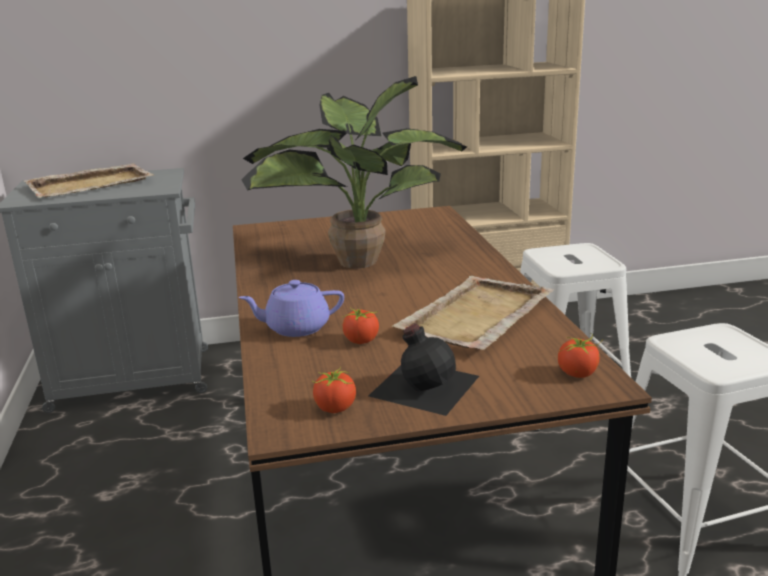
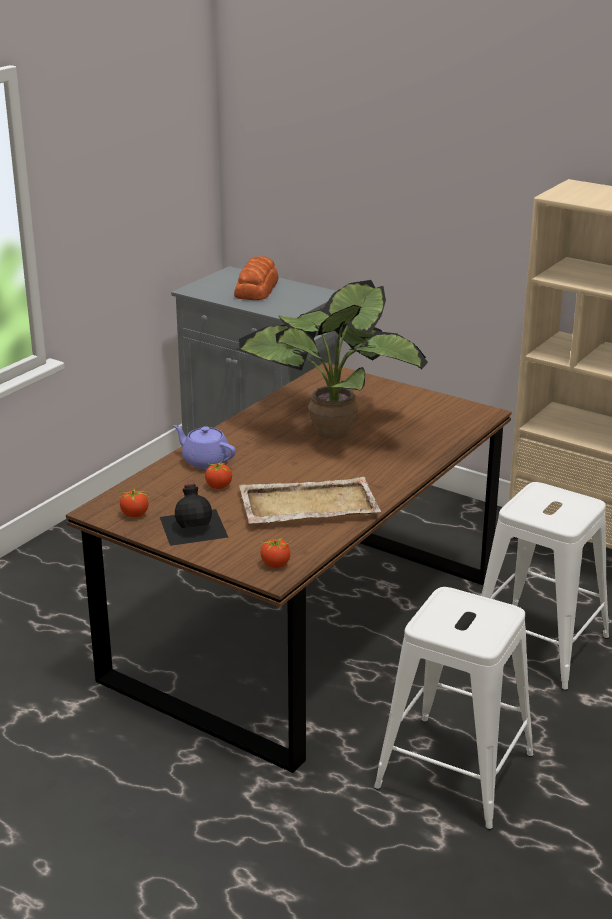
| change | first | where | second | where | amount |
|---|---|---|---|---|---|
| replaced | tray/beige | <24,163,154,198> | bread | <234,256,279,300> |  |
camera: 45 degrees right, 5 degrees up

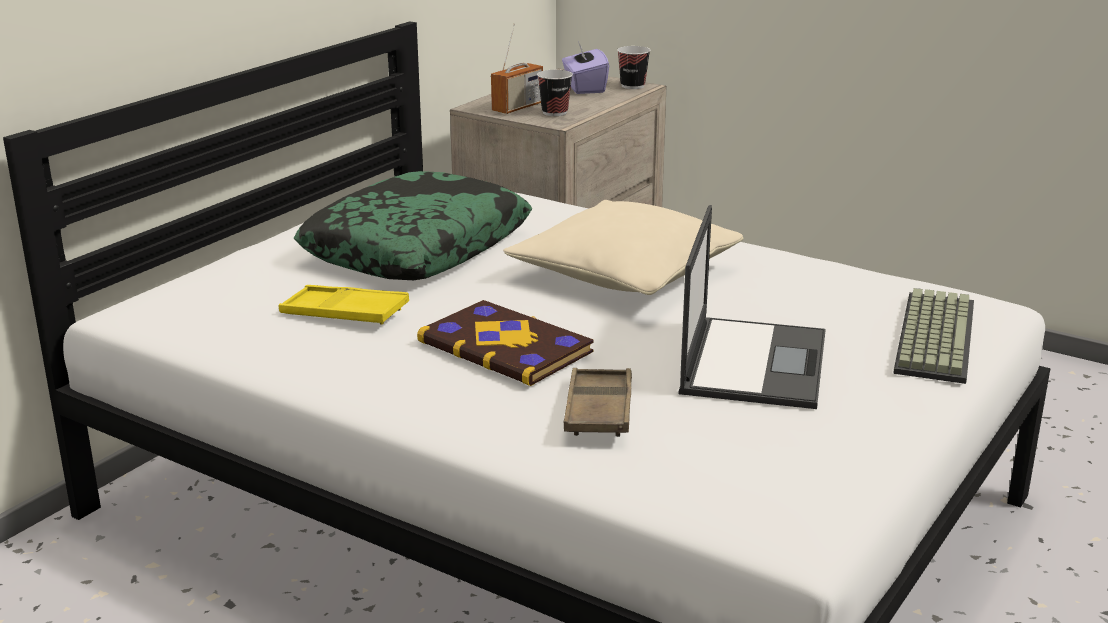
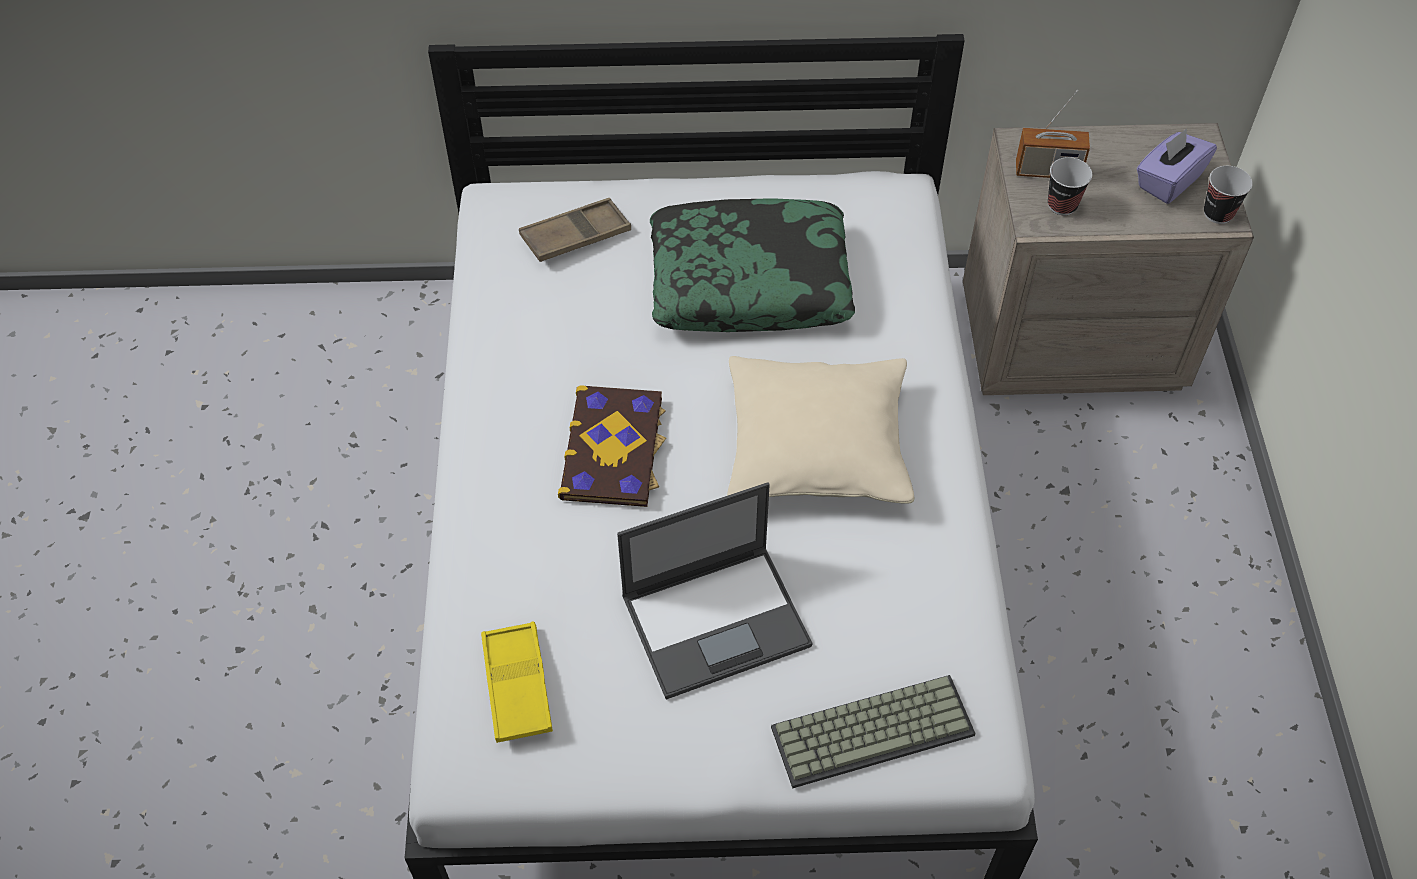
| change | first | where | second | where | amount |
|---|---|---|---|---|---|
| moved | tray/yellow | <279,285,409,324> |  | <481,622,553,743> |  |
| moved | tray/brown | <563,368,632,437> |  | <519,198,631,262> |  |
camera: 55 degrees right, 30 degrees up

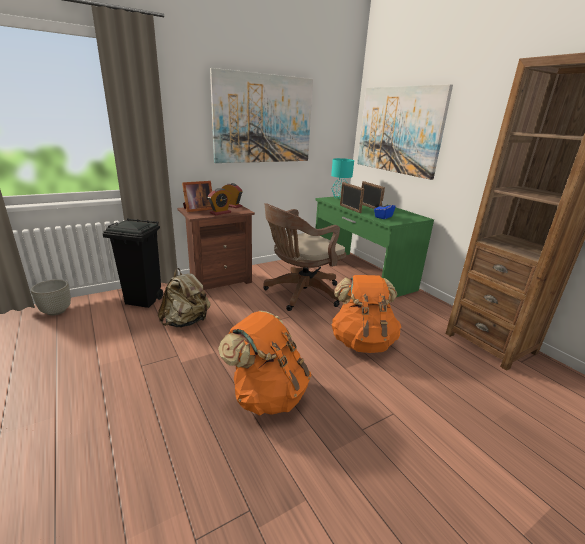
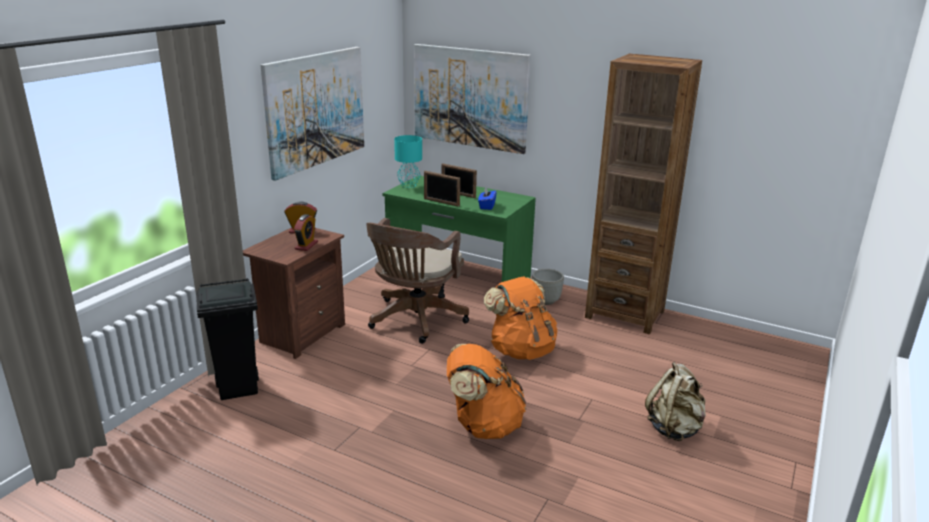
| change | first | where | second | where | amount |
|---|---|---|---|---|---|
| moved | planter/grey | <31,279,71,316> |  | <532,269,564,305> |  |
| moved | backpack/beige | <158,268,210,327> |  | <645,362,706,441> |  |
| removed | picture frame | <182,181,212,212> |  |  |  |
camera: 30 degrees left, 0 degrees up

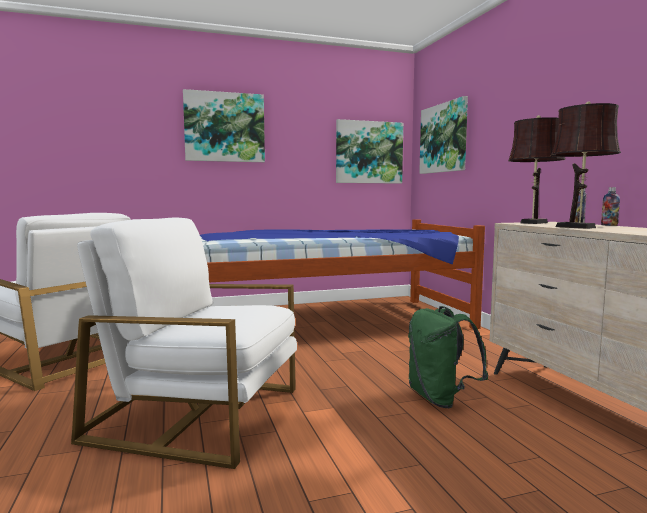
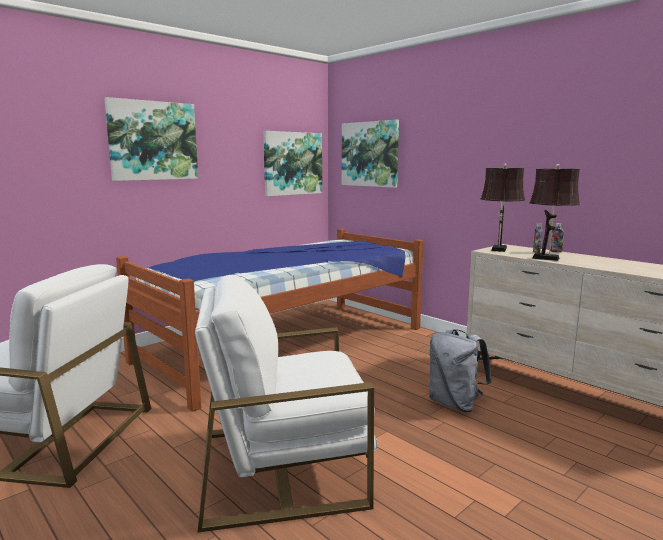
| change | first | where | second | where | amount |
|---|---|---|---|---|---|
| recoloured | backpack/green | <408,306,489,408> | backpack/grey | <429,330,492,412> |  |
camera: 25 degrees left, 5 degrees up

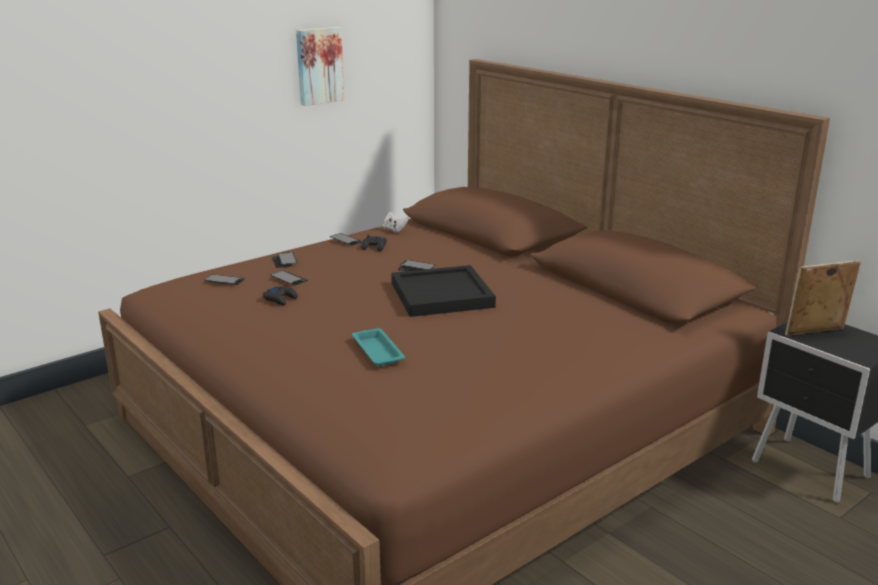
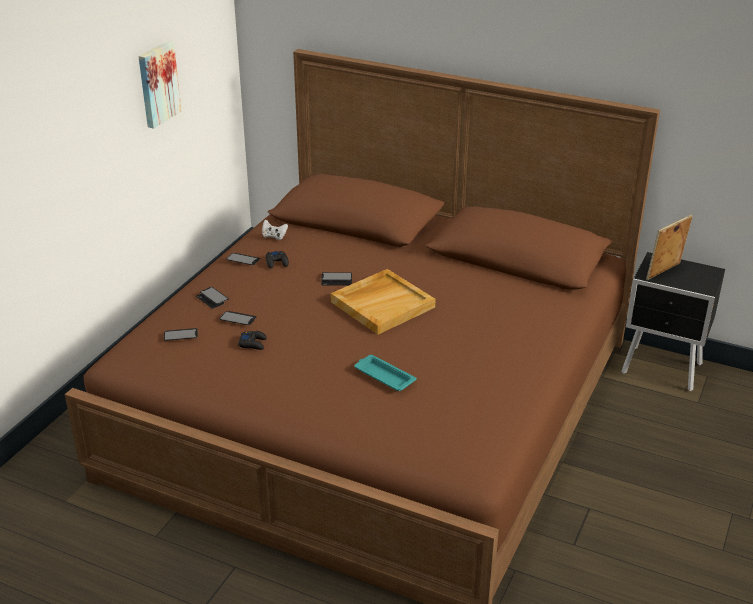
| change | first | where | second | where | amount |
|---|---|---|---|---|---|
| recoloured | tray/black | <391,265,496,317> | tray/beige | <331,269,436,335> |  |
camera: 25 degrees left, 10 degrees up

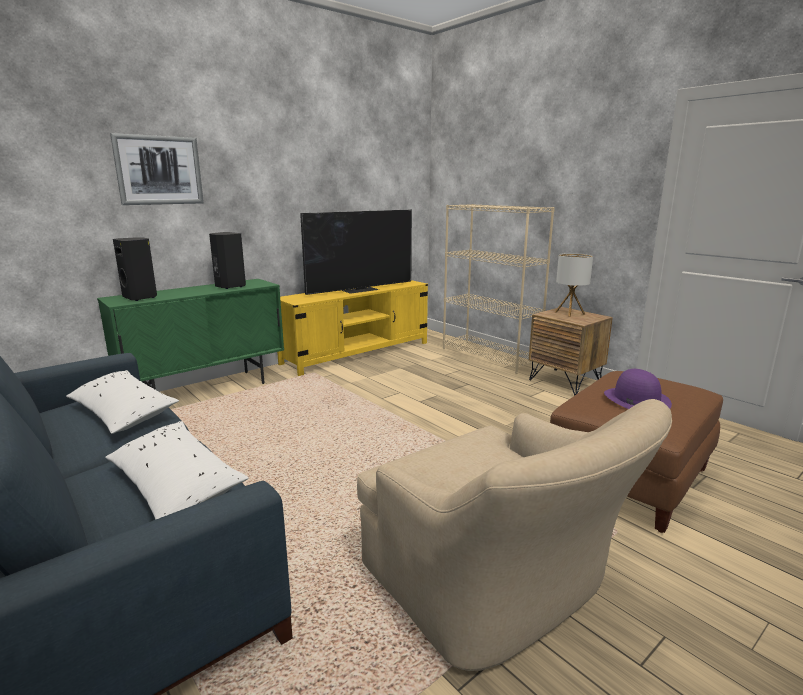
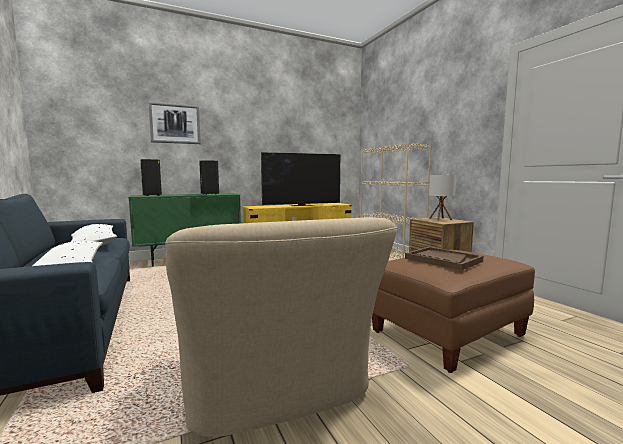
| change | first | where | second | where | amount |
|---|---|---|---|---|---|
| replaced | hat/purple | <604,369,672,409> | tray/brown | <405,247,483,270> |  |
camera: 15 degrees right, 10 degrees down

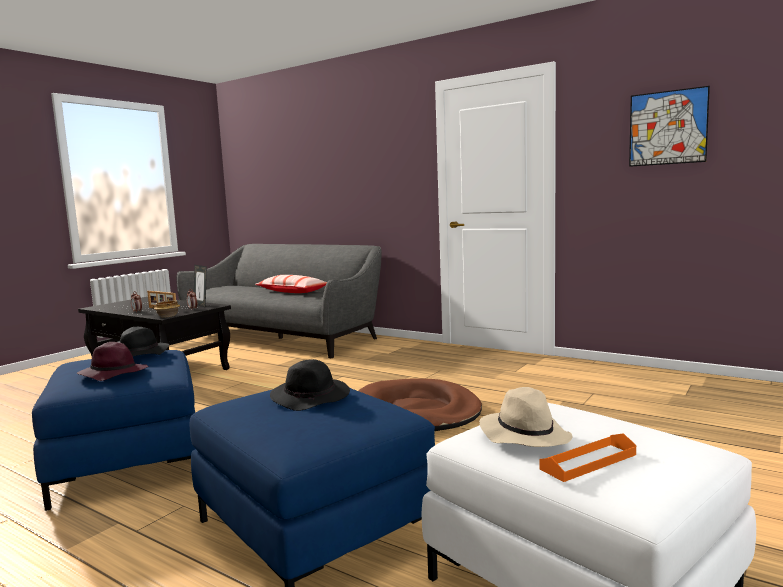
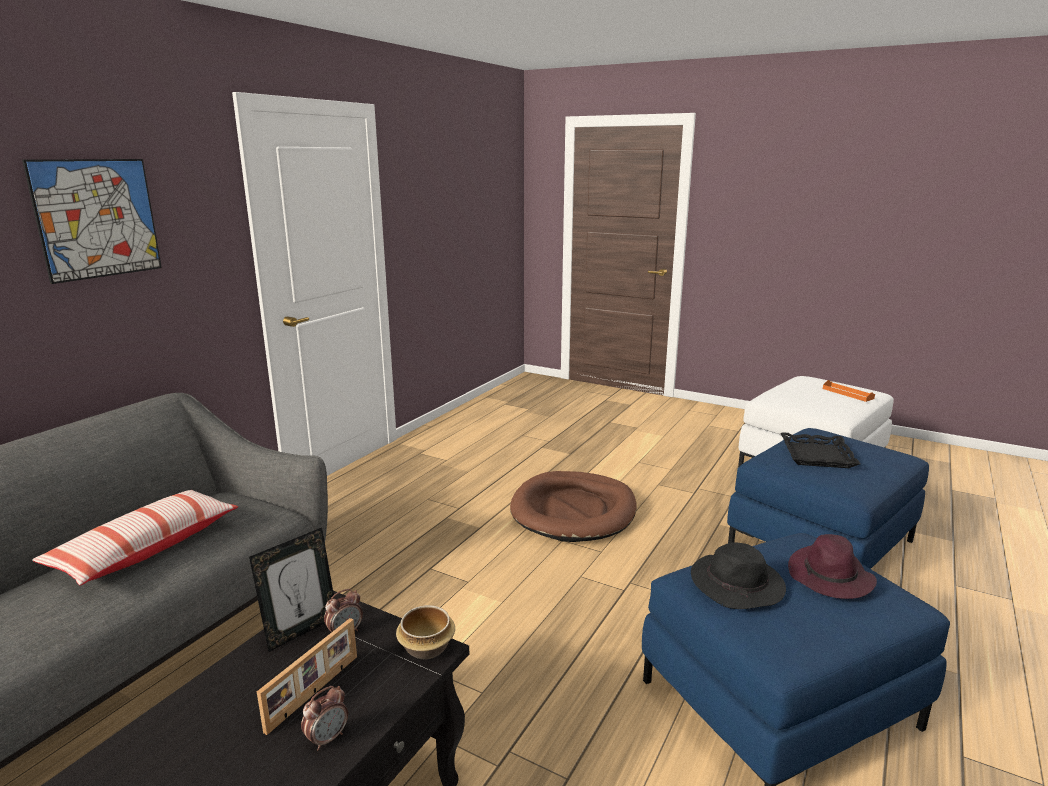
| change | first | where | second | where | amount |
|---|---|---|---|---|---|
| moved | picture | <629,86,710,167> |  | <22,159,162,284> |  |
| replaced | hat/black | <270,359,350,411> | tray/black | <781,432,861,468> |  |
| removed | hat/beige | <479,387,572,447> |  |  |  |
camera: 95 degrees left, 10 degrees up

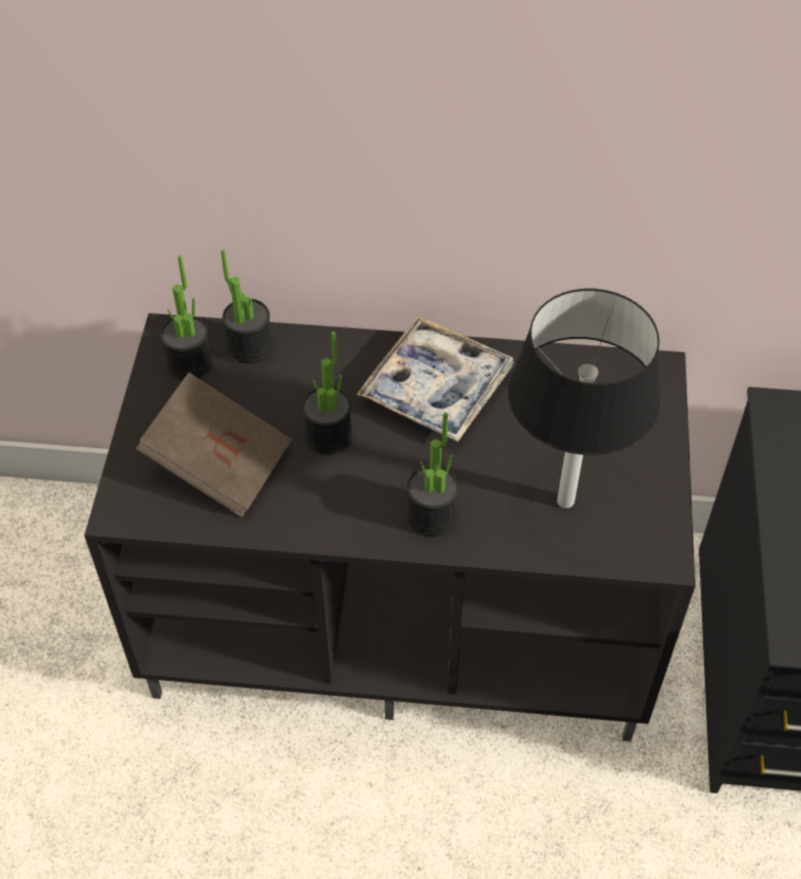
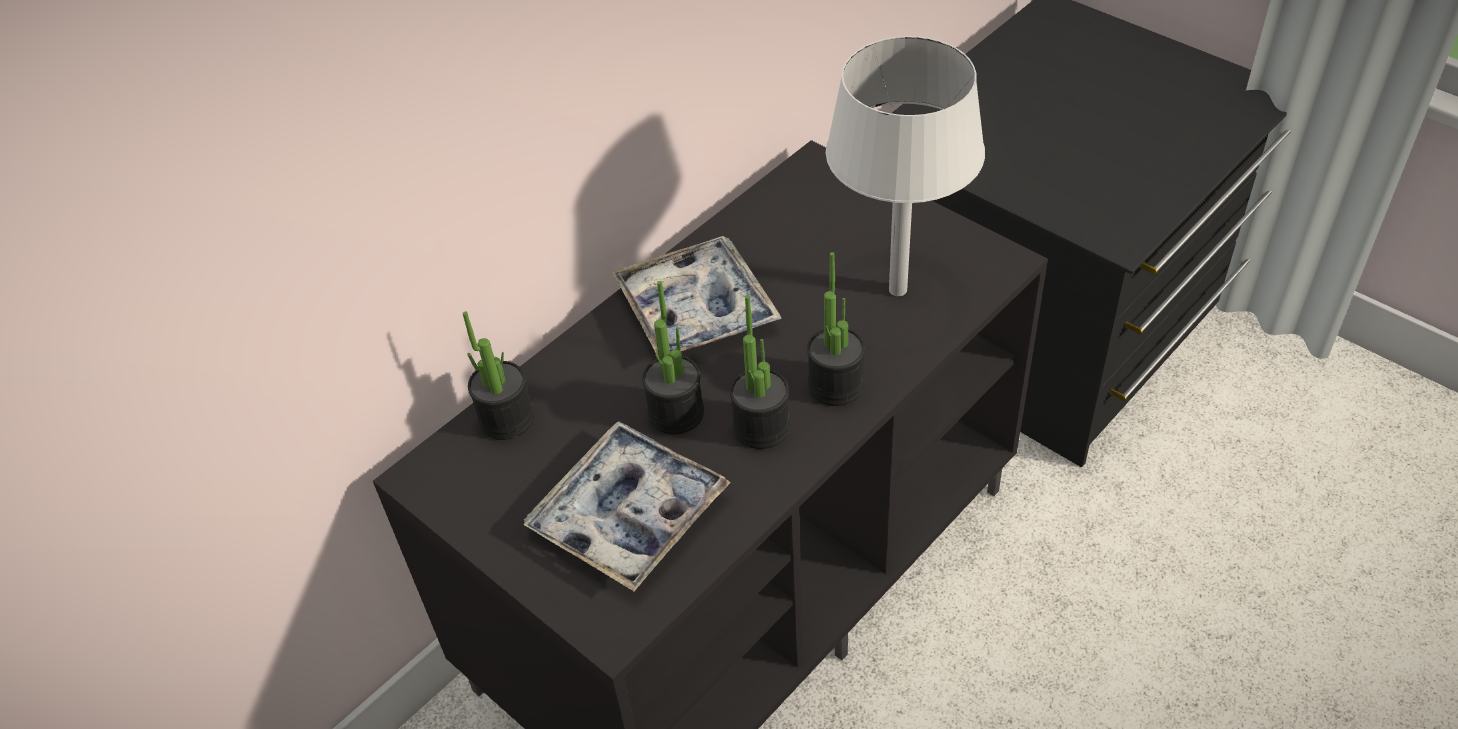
| change | first | where | second | where | amount |
|---|---|---|---|---|---|
| replaced | book/brown | <135,372,292,518> | tray | <523,421,731,591> |  |
| moved | potted plant | <160,256,213,380> |  | <730,295,790,449> |  |
| recoloured | table lamp/black | <508,289,661,508> | table lamp/white | <826,36,985,296> |  |
camera: 50 degrees left, 5 degrees down

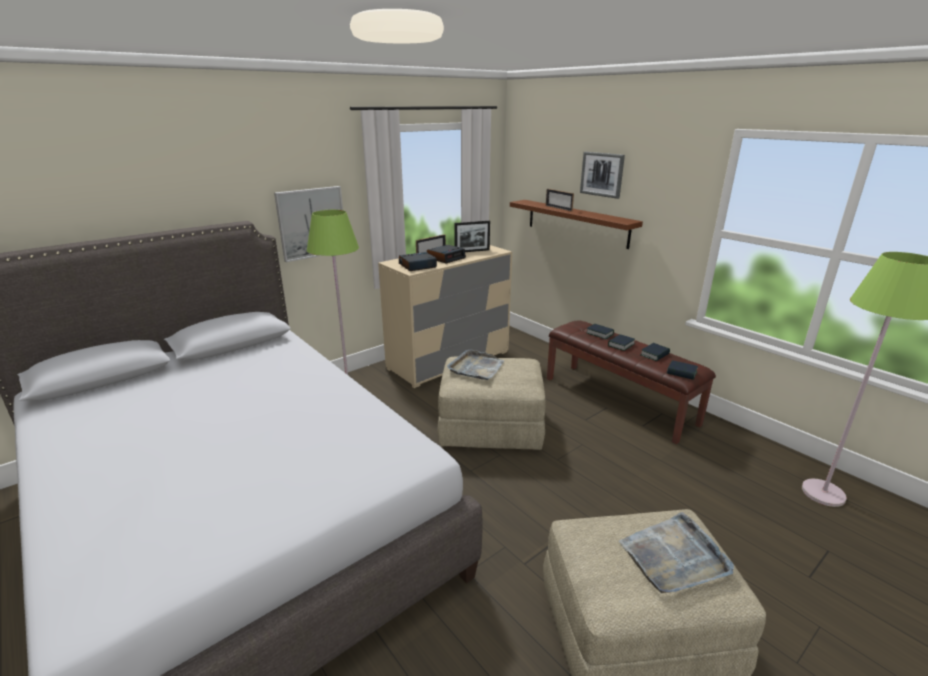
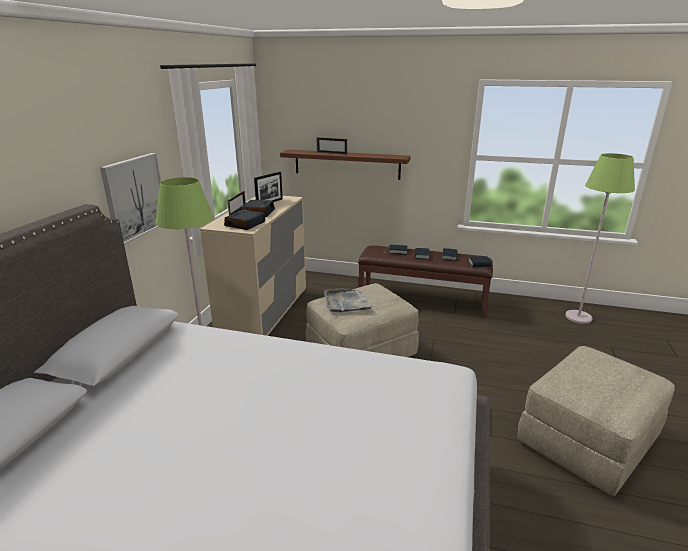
| change | first | where | second | where | amount |
|---|---|---|---|---|---|
| removed | picture | <580,152,625,199> |  |  |  |
| removed | tray/grey | <619,512,734,593> |  |  |  |
camera: 35 degrees left, 0 degrees up

